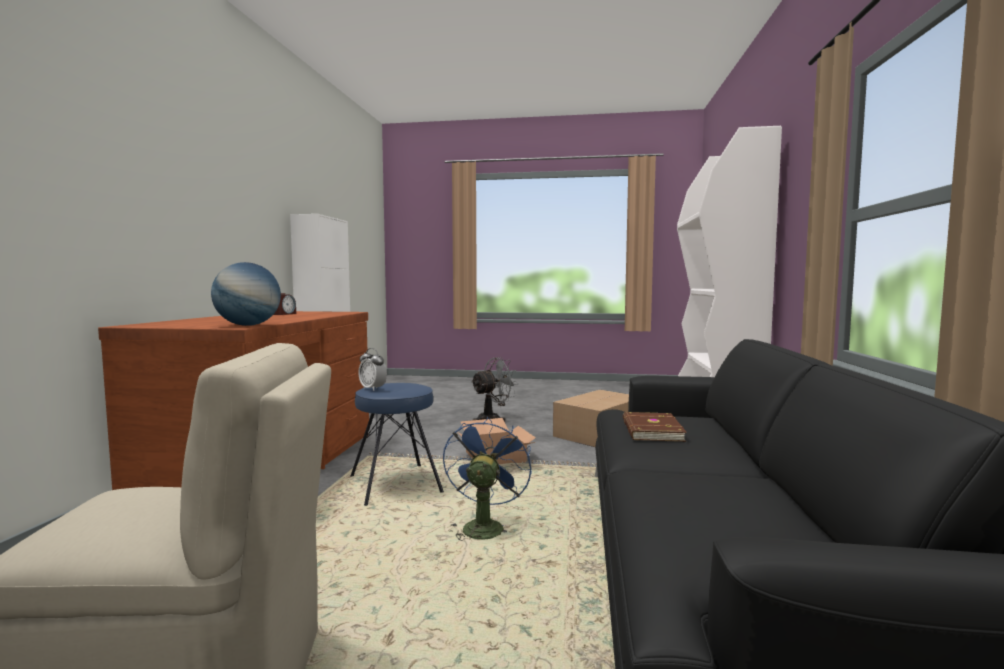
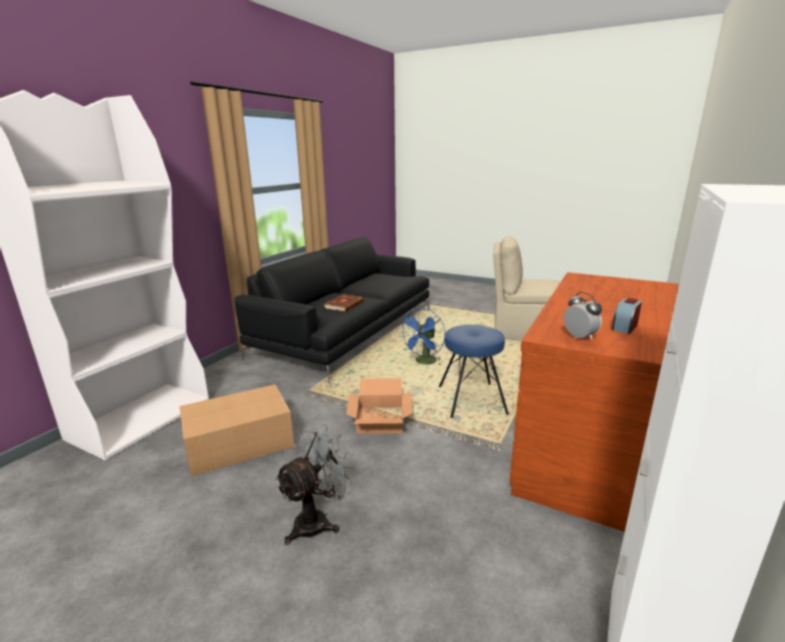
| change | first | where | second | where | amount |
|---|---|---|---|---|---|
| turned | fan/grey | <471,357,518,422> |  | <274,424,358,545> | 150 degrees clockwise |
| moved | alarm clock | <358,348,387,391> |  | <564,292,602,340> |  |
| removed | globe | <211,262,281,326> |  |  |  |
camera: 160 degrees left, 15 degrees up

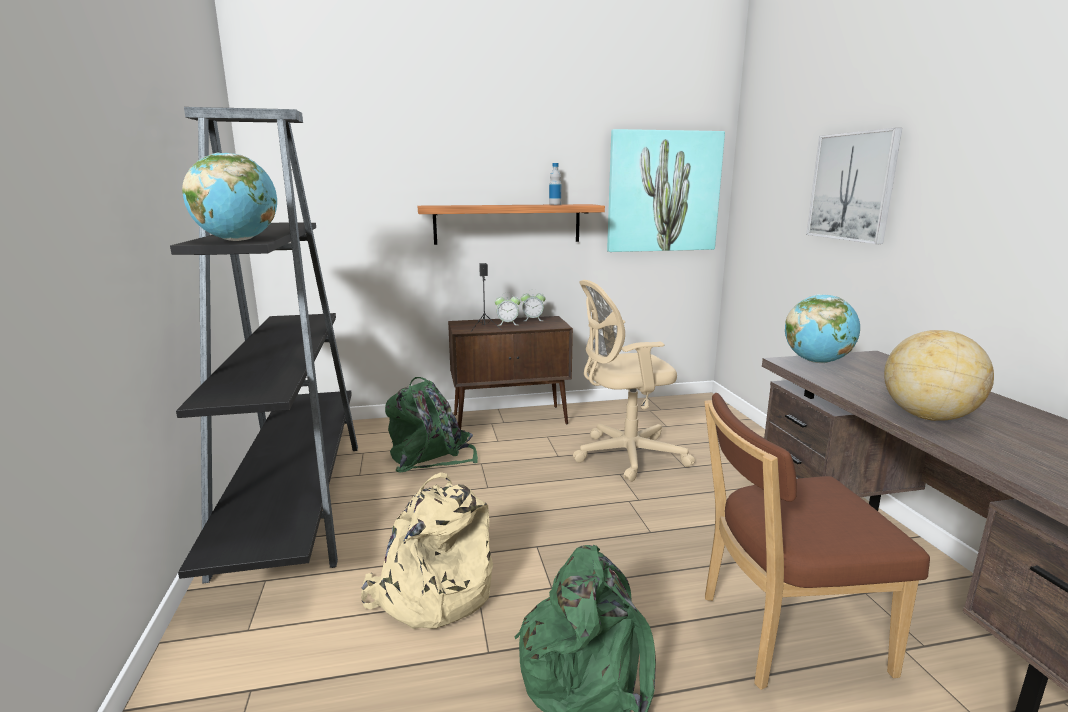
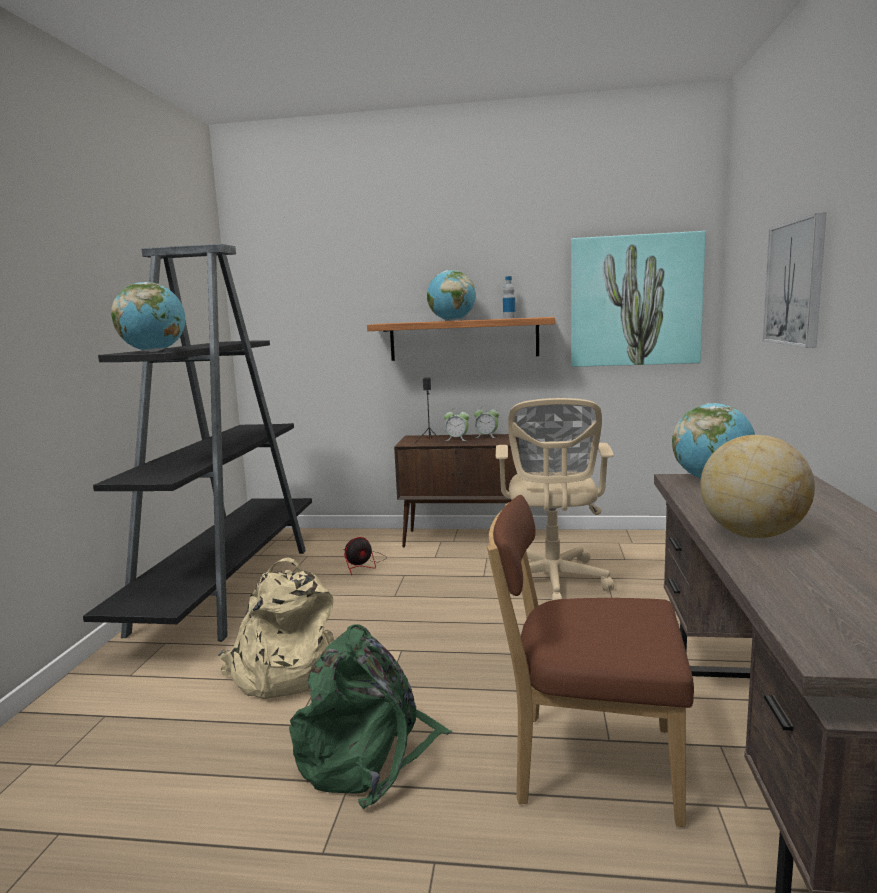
| change | first | where | second | where | amount |
|---|---|---|---|---|---|
| replaced | backpack/green | <385,377,478,473> | fan | <344,537,387,575> |  |
| added |  |  | globe | <427,270,476,321> |  |
| turned | office chair/beige | <573,280,695,482> |  | <496,398,614,600> | 90 degrees counterclockwise |
camera: 20 degrees right, 5 degrees down

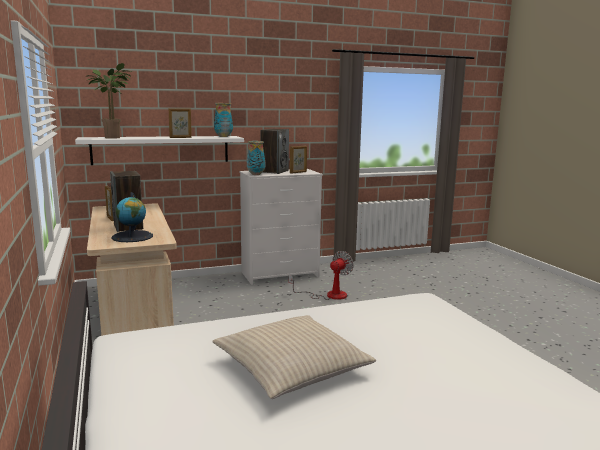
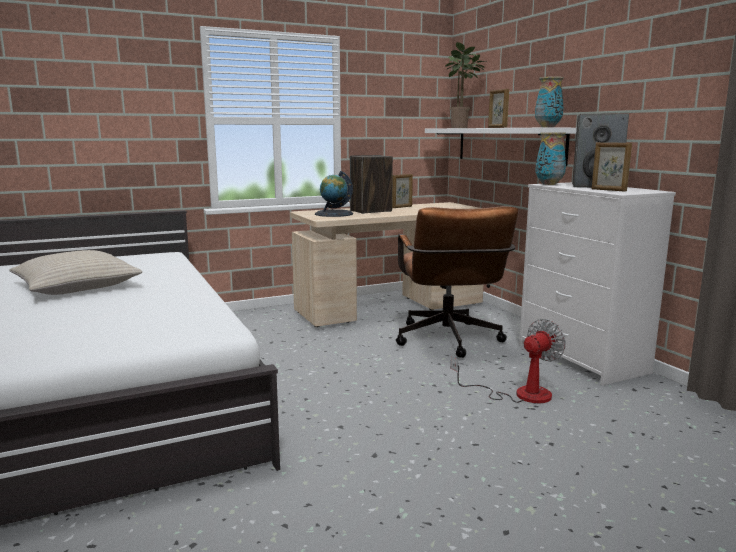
| change | first | where | second | where | amount |
|---|---|---|---|---|---|
| added |  |  | office chair/brown | <396,206,518,358> |  |
| turned | fan | <289,251,354,300> |  | <451,319,566,403> | 75 degrees counterclockwise |
camera: 85 degrees right, 0 degrees up

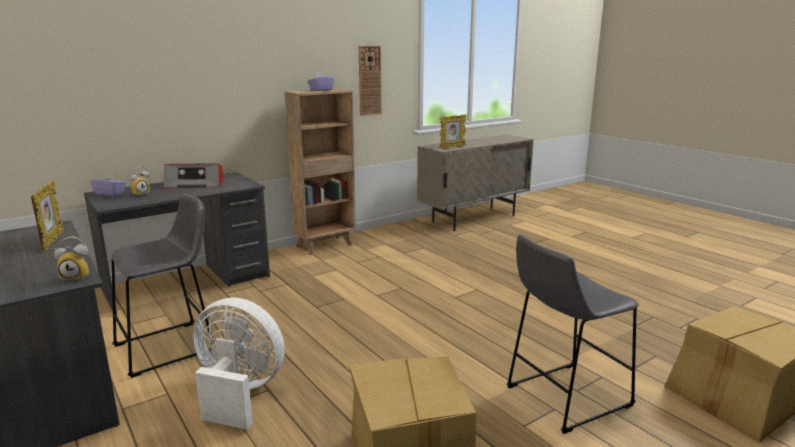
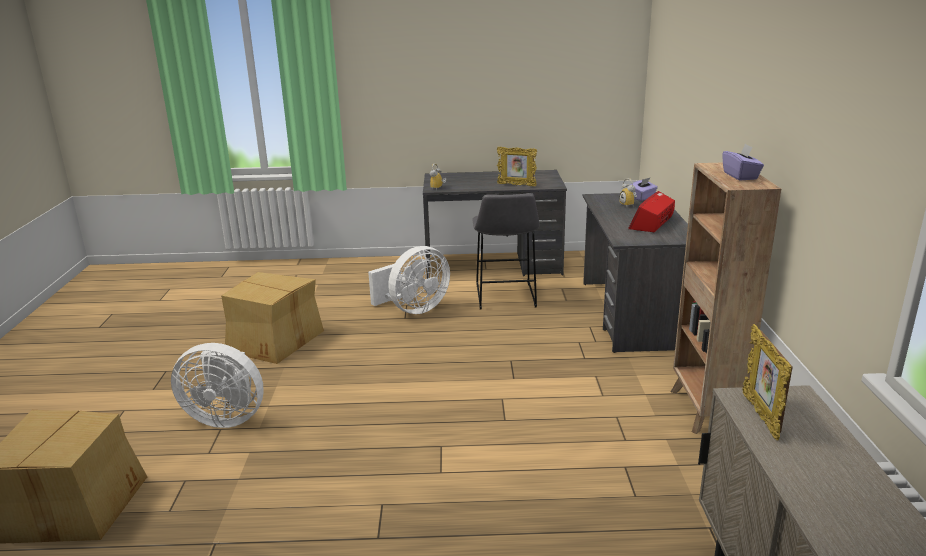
| change | first | where | second | where | amount |
|---|---|---|---|---|---|
| replaced | stool/grey | <506,234,639,434> | fan/white | <171,343,264,428> |  |
| removed | wall clock | <359,46,382,116> |  |  |  |
camera: 125 degrees right, 5 degrees up

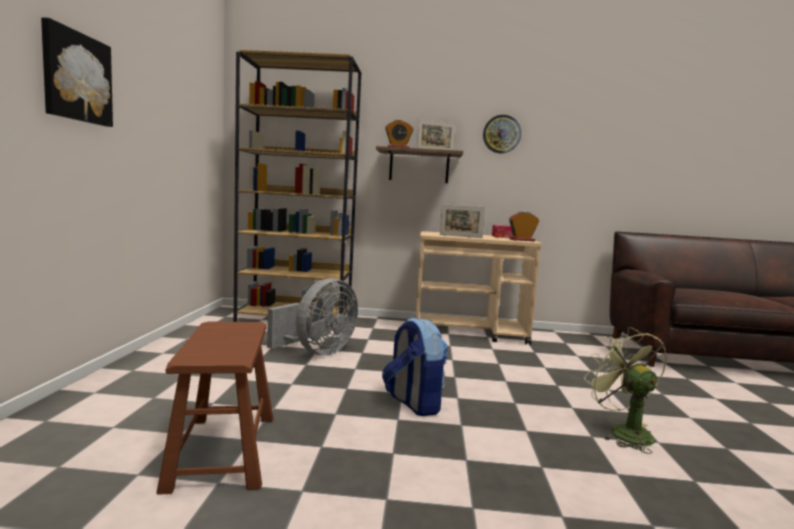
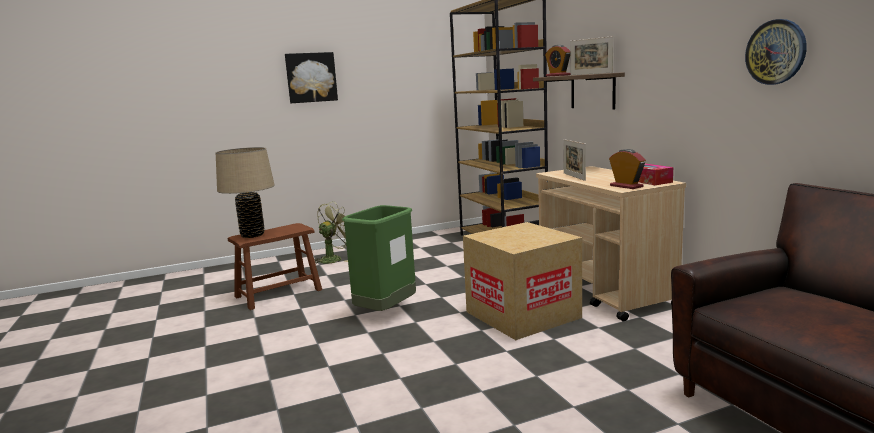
| change | first | where | second | where | amount |
|---|---|---|---|---|---|
| added |  |  | table lamp/beige | <216,147,275,238> |  |
| moved | fan/green | <584,327,667,454> |  | <314,201,348,264> |  |
| replaced | backpack | <382,317,448,416> | trash can/green | <342,205,416,311> |  |
| added |  |  | cardboard box | <463,222,582,340> |  |
| moved | wall clock | <483,115,521,154> |  | <745,19,807,85> |  |
| removed | fan/grey | <267,278,358,355> |  |  |  |
camera: 65 degrees right, 5 degrees up

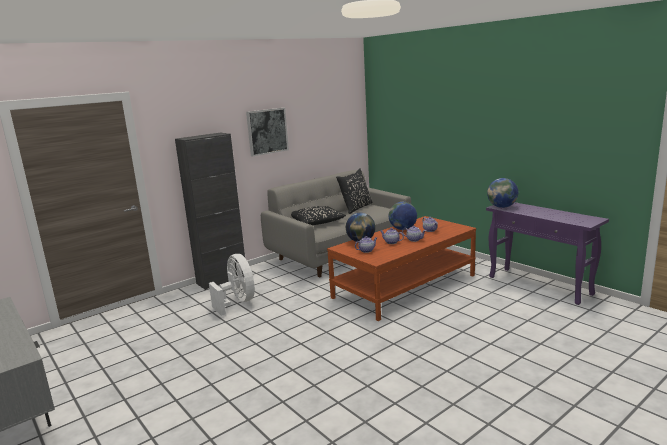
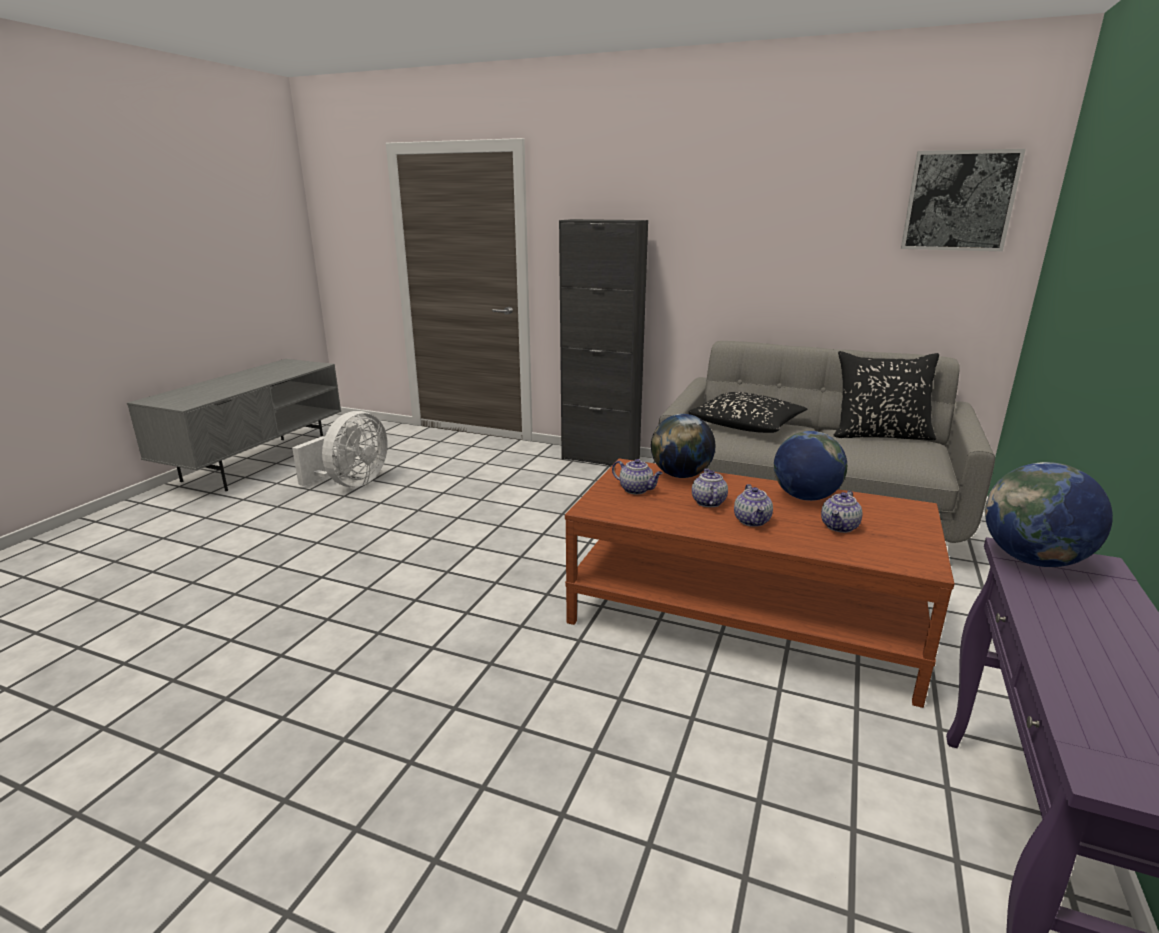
| change | first | where | second | where | amount |
|---|---|---|---|---|---|
| moved | fan/white | <209,254,255,316> |  | <292,411,388,487> |  |
| moved | picture | <246,108,289,157> |  | <901,149,1026,251> |  |
camera: 60 degrees right, 5 degrees up

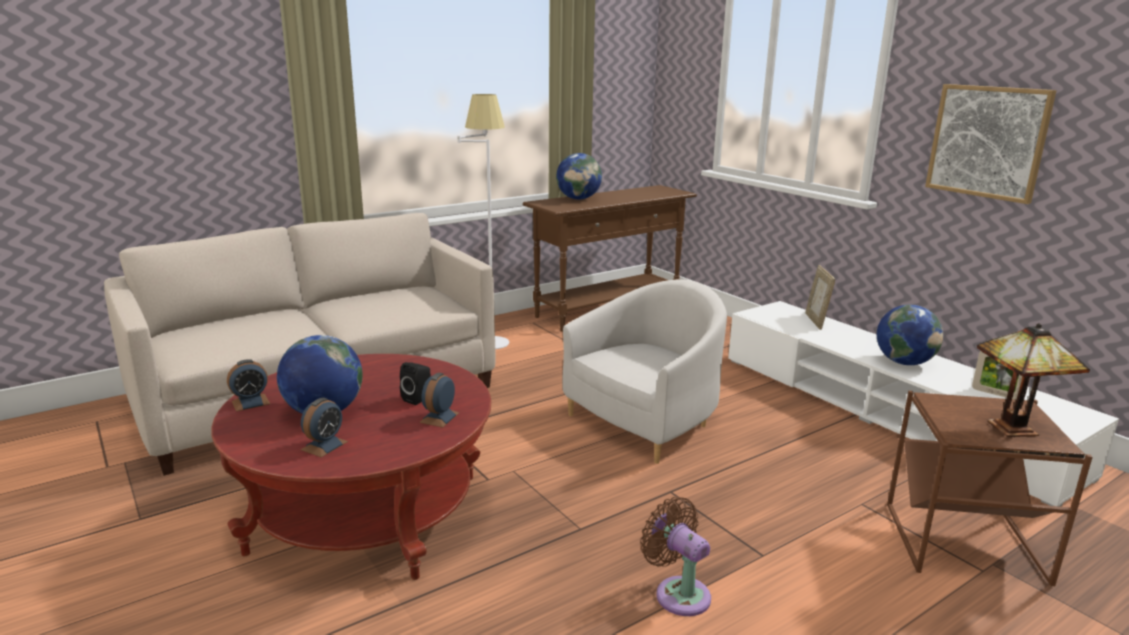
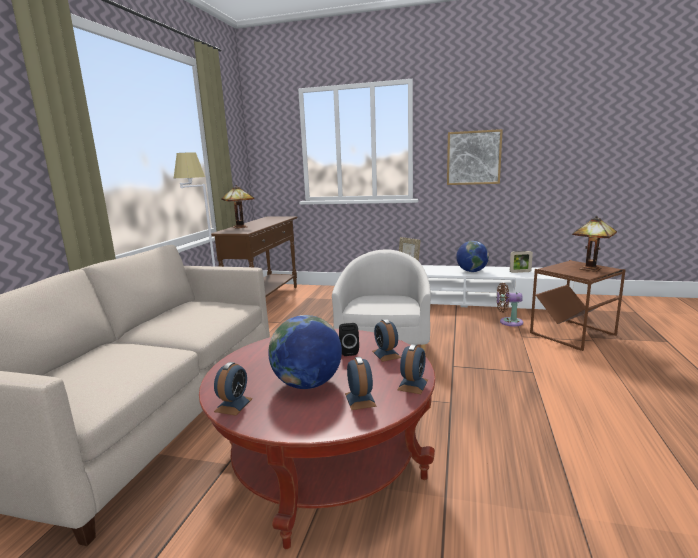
| change | first | where | second | where | amount |
|---|---|---|---|---|---|
| replaced | globe | <556,153,602,200> | table lamp | <221,185,255,229> |  |
| added |  |  | alarm clock | <397,344,428,394> |  |
| moved | fan/brown | <640,497,711,616> |  | <497,283,523,327> |  |
camera: 40 degrees left, 5 degrees down

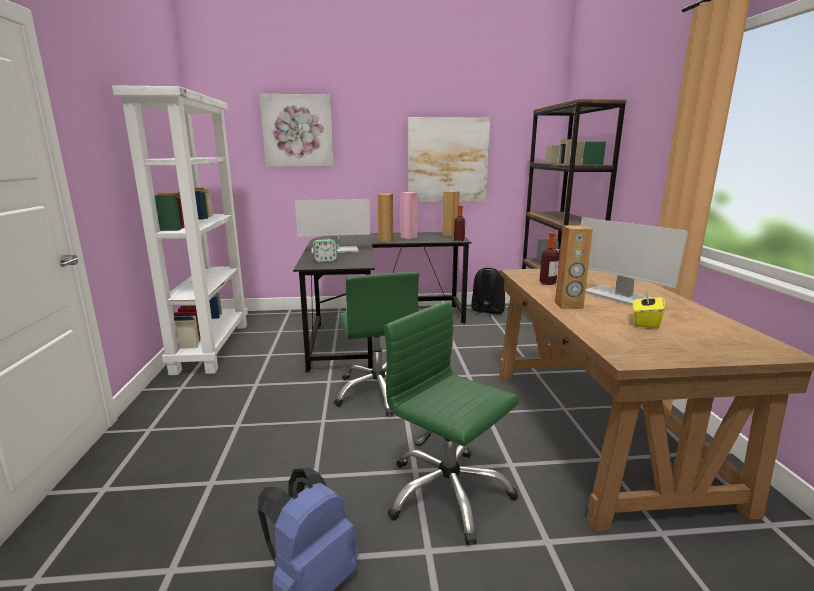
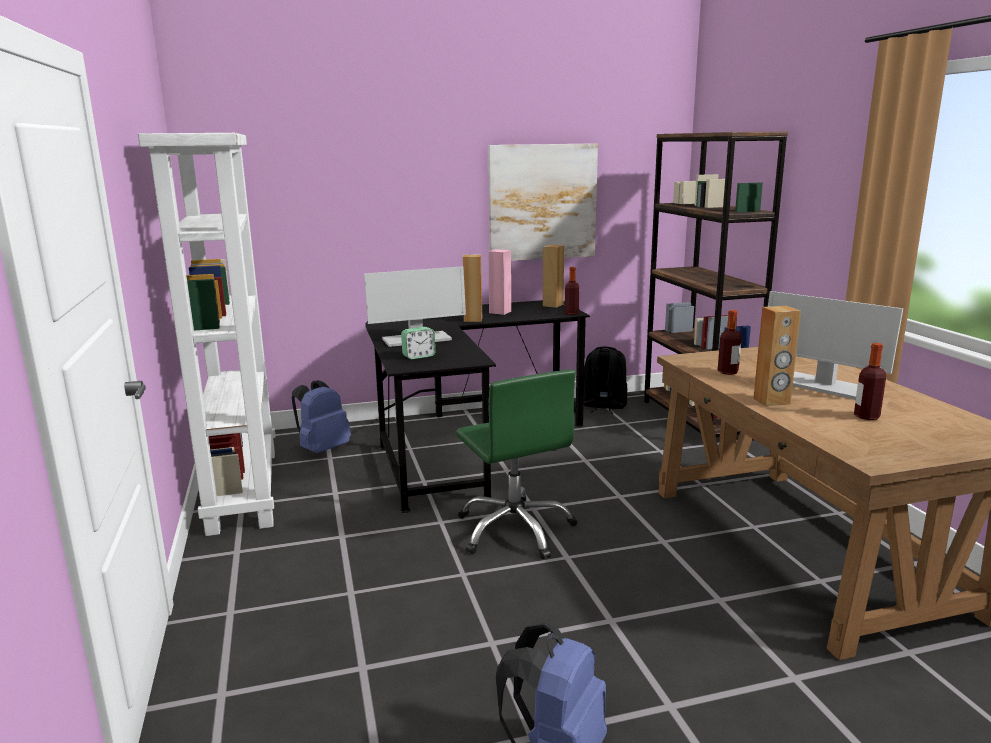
| change | first | where | second | where | amount |
|---|---|---|---|---|---|
| added |  |  | backpack/blue | <292,380,351,454> |  |
| replaced | tissue box/yellow | <633,288,665,329> | bottle | <854,343,886,420> |  |
| removed | picture | <259,94,334,167> |  |  |  |
| removed | office chair/green | <384,301,519,545> |  |  |  |
camera: 10 degrees left, 0 degrees up

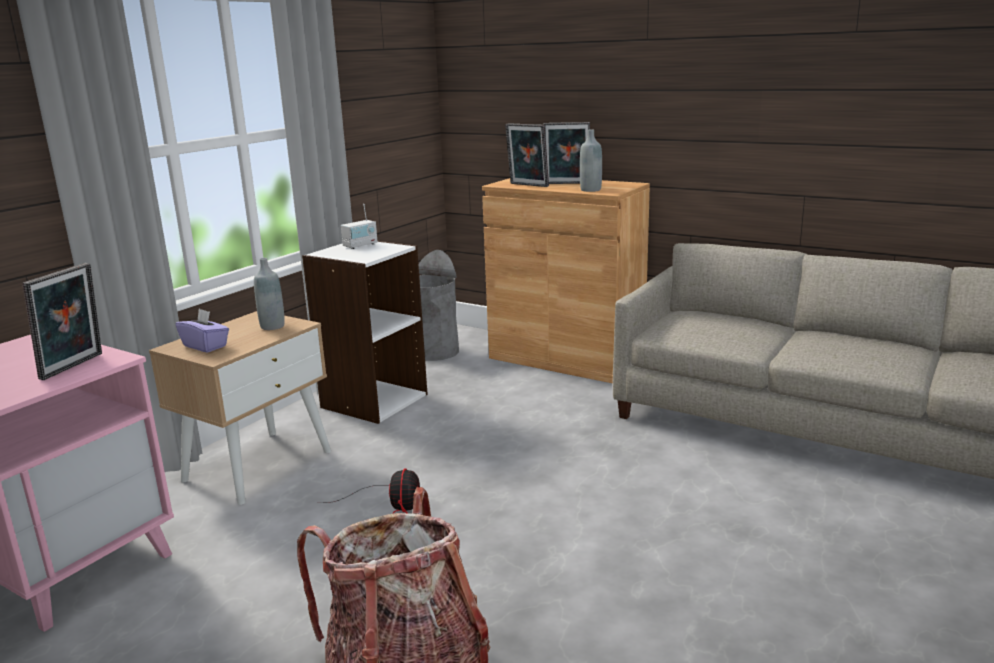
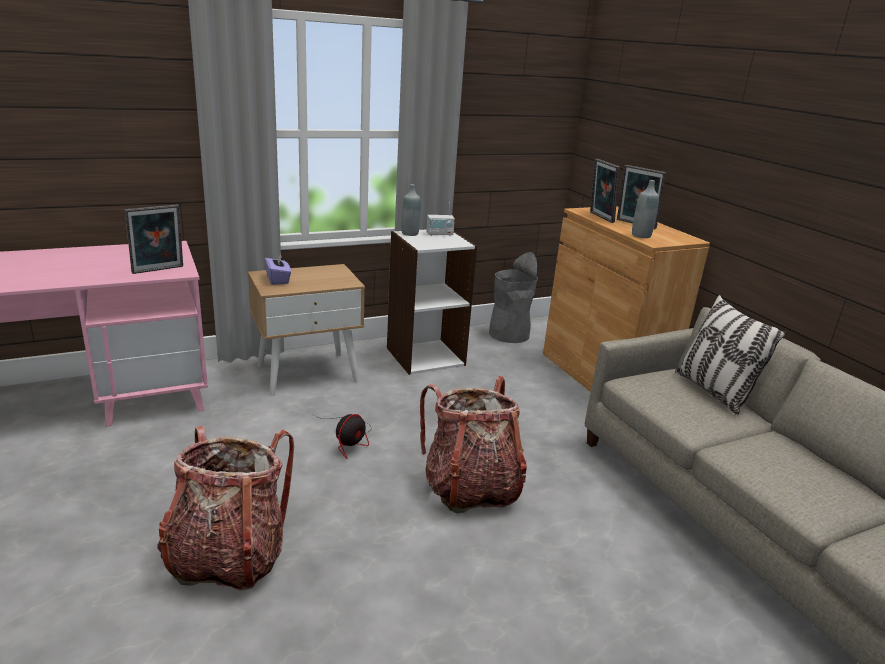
| change | first | where | second | where | amount |
|---|---|---|---|---|---|
| moved | bottle/grey | <254,258,285,330> |  | <402,184,421,236> |  |
| added |  |  | backpack | <420,376,527,513> |  |
| added |  |  | pillow | <675,295,787,415> |  |
camera: 30 degrees right, 5 degrees up

